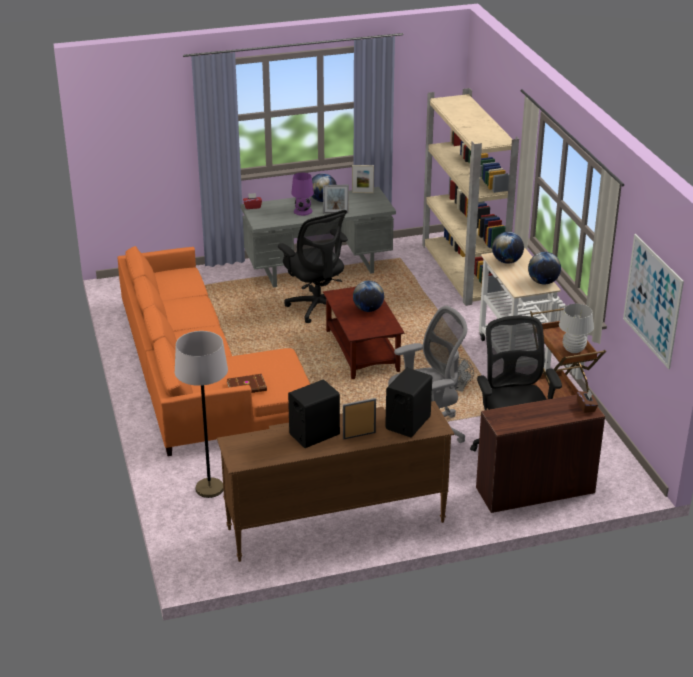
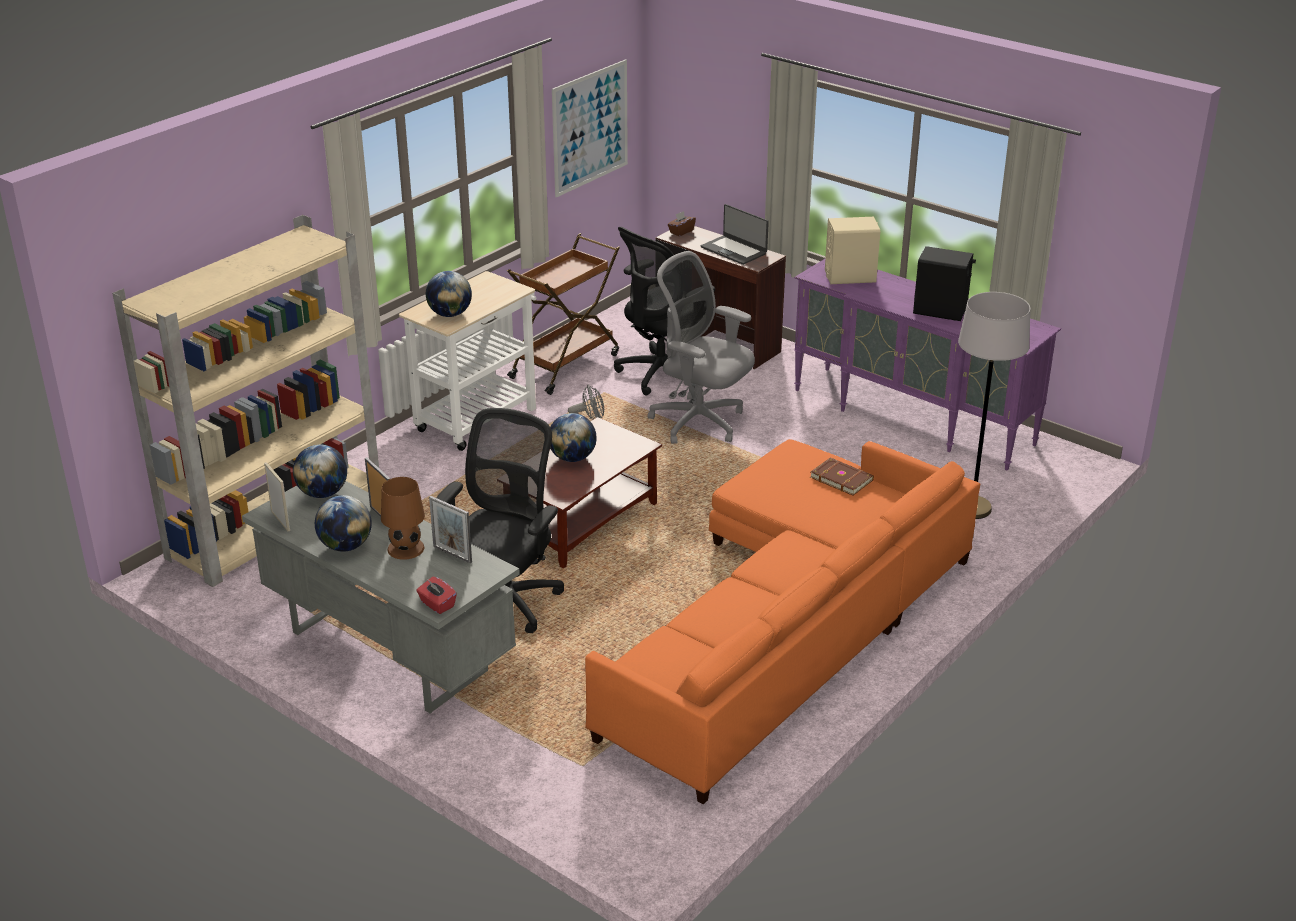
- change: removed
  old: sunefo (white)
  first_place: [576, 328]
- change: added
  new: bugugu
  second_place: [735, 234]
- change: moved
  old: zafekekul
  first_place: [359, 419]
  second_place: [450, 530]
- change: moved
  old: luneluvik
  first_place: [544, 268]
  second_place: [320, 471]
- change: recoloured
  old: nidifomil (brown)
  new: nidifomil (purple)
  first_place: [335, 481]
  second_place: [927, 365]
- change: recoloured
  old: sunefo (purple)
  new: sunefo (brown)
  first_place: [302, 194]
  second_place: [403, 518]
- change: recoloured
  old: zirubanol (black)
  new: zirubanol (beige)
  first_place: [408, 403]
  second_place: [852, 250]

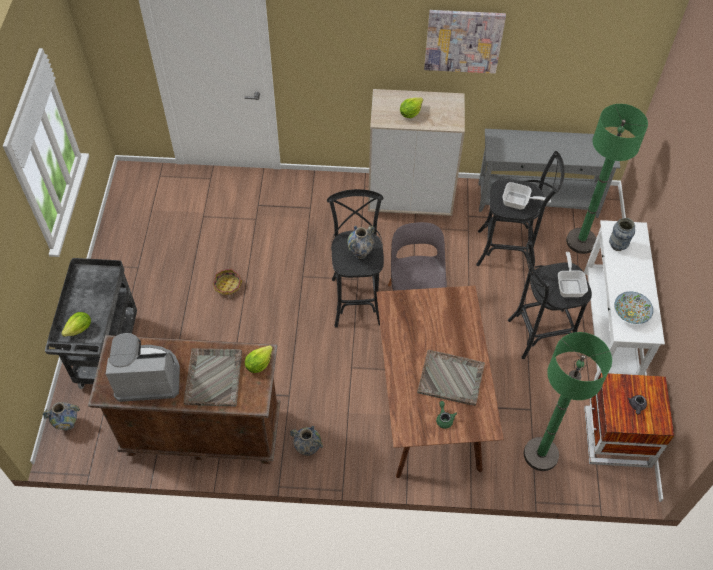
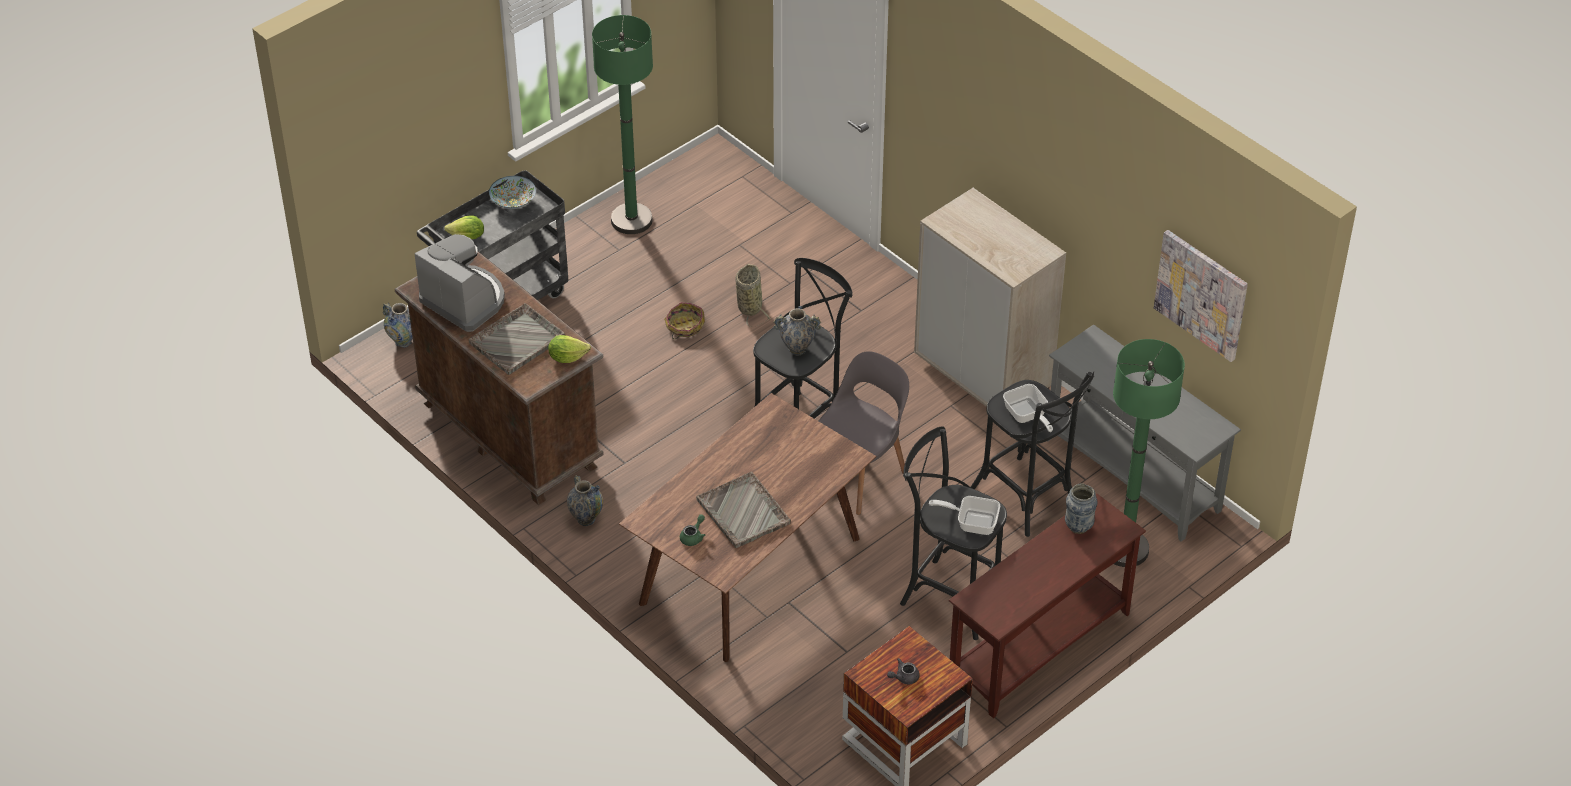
- change: removed
  old: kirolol
  first_place: [411, 107]
- change: added
  new: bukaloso
  second_place: [752, 295]
- change: moved
  old: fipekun
  first_place: [465, 41]
  second_place: [1201, 296]
- change: moved
  old: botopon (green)
  first_place: [568, 401]
  second_place: [622, 124]
- change: moved
  old: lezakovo
  first_place: [633, 308]
  second_place: [512, 192]
- change: recoloured
  old: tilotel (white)
  new: tilotel (brown)
  first_place: [624, 300]
  second_place: [1047, 605]
- change: turned
  old: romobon
  first_place: [573, 274]
  second_place: [964, 515]
  degrees: -120

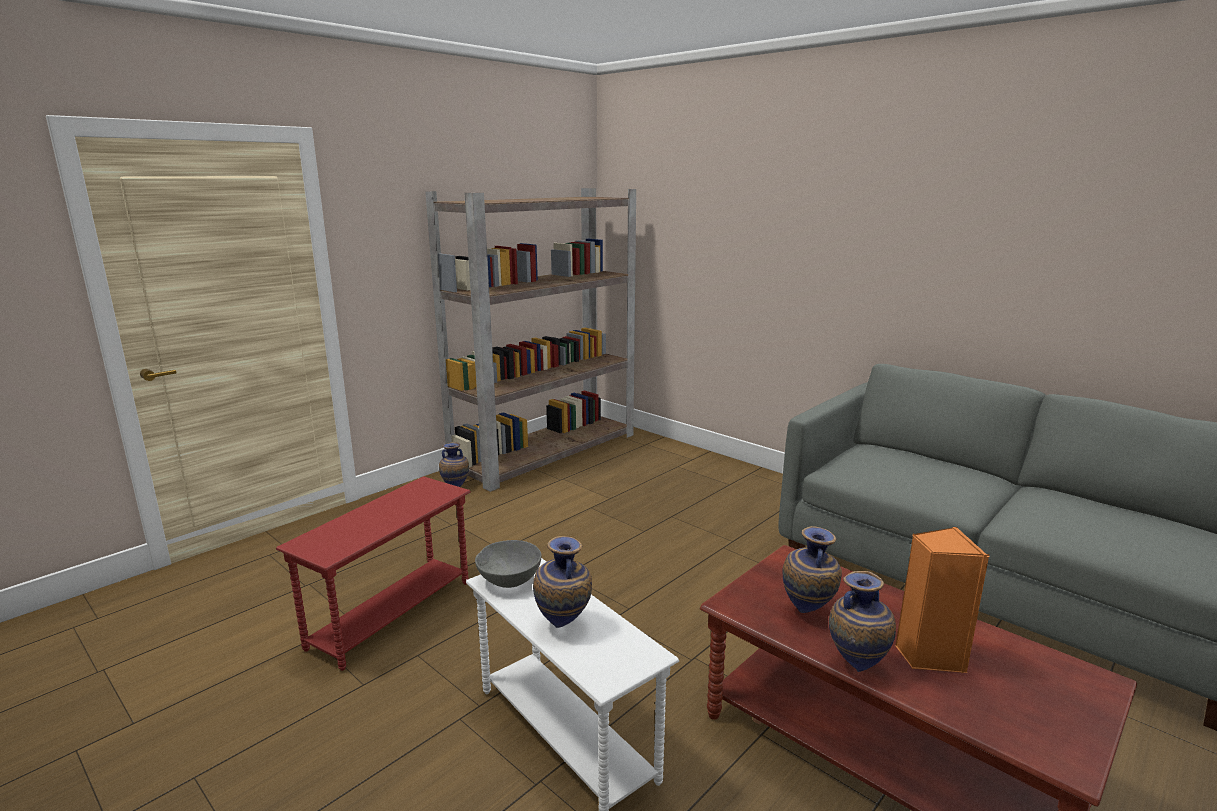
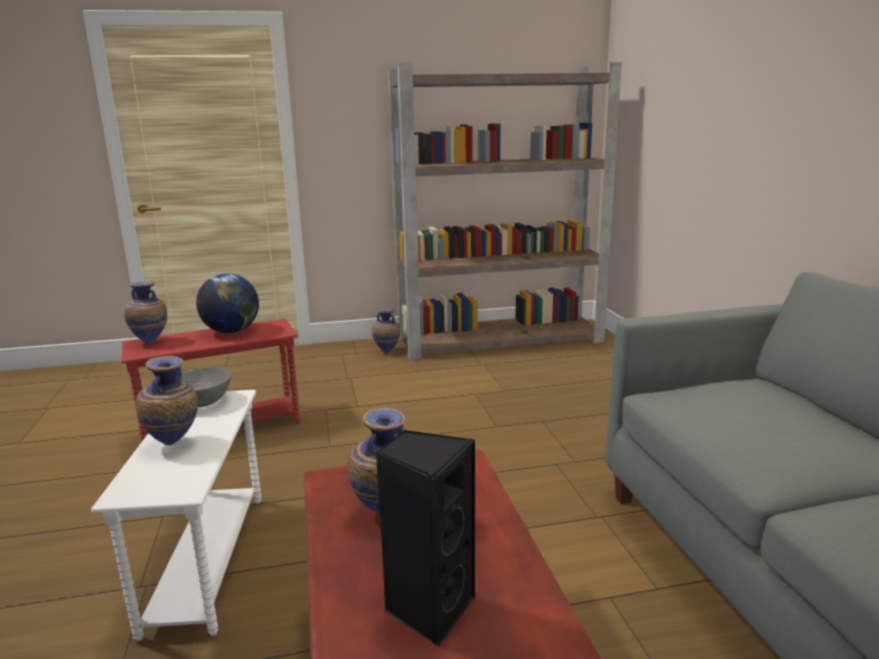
- change: added
  new: luneluvik
  second_place: [227, 303]
- change: moved
  old: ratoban
  first_place: [862, 621]
  second_place: [145, 312]
- change: recoloured
  old: zirubanol (orange)
  new: zirubanol (black)
  first_place: [942, 600]
  second_place: [425, 538]

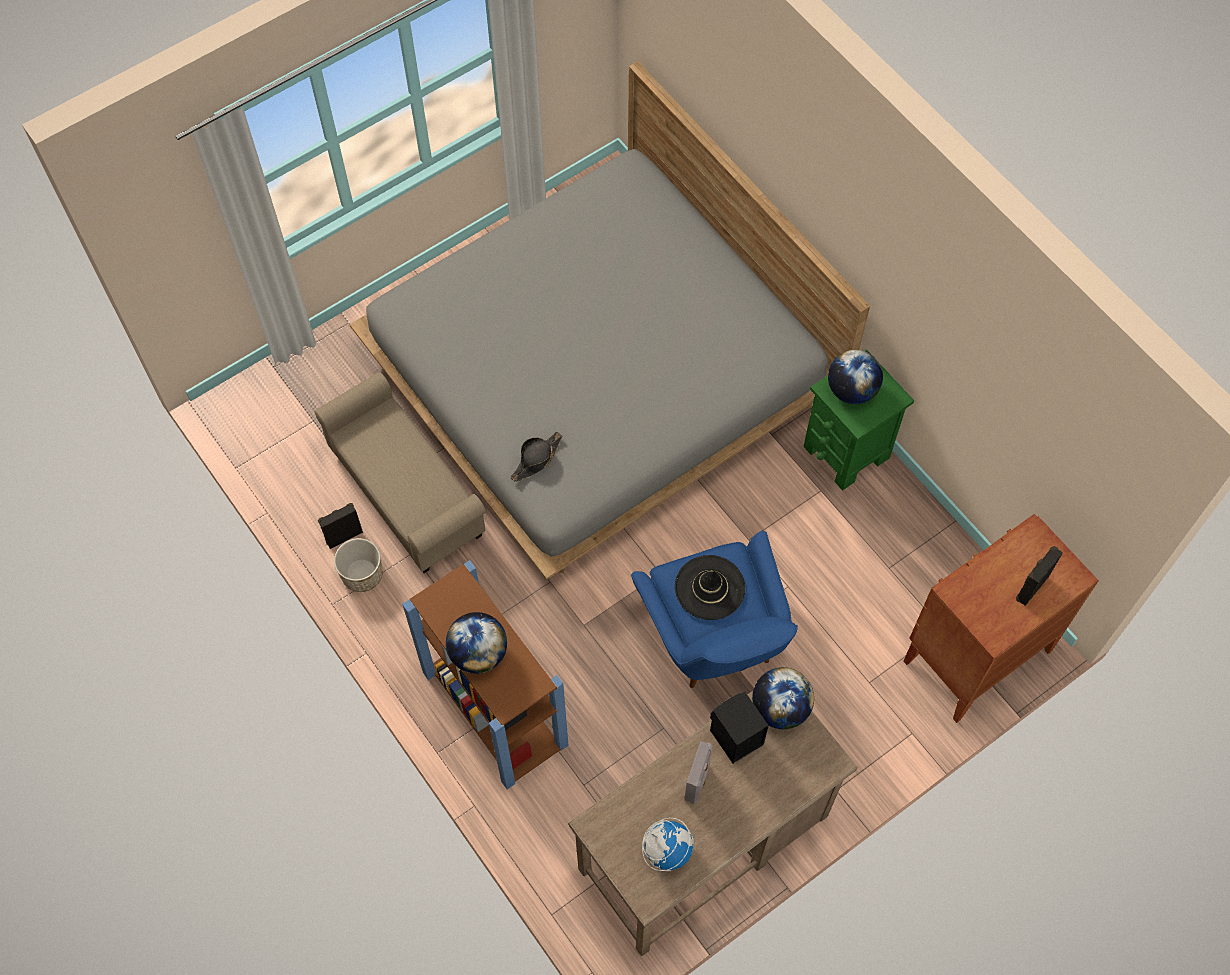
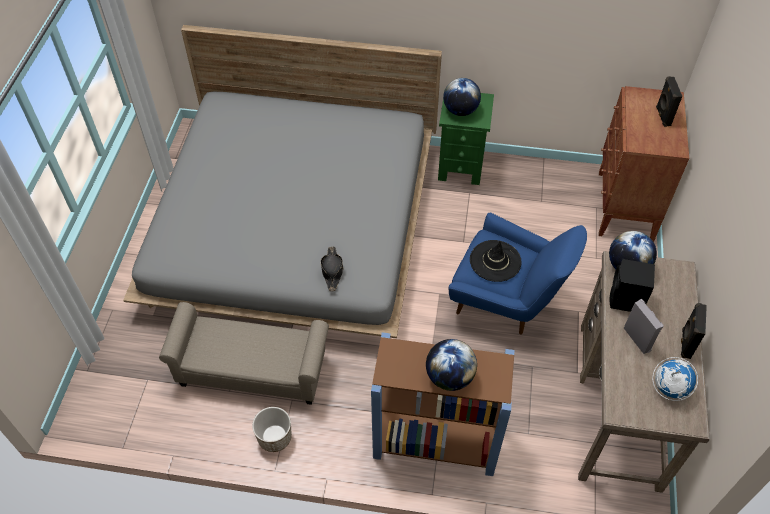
- change: moved
  old: zirubanol (black)
  first_place: [340, 526]
  second_place: [694, 331]

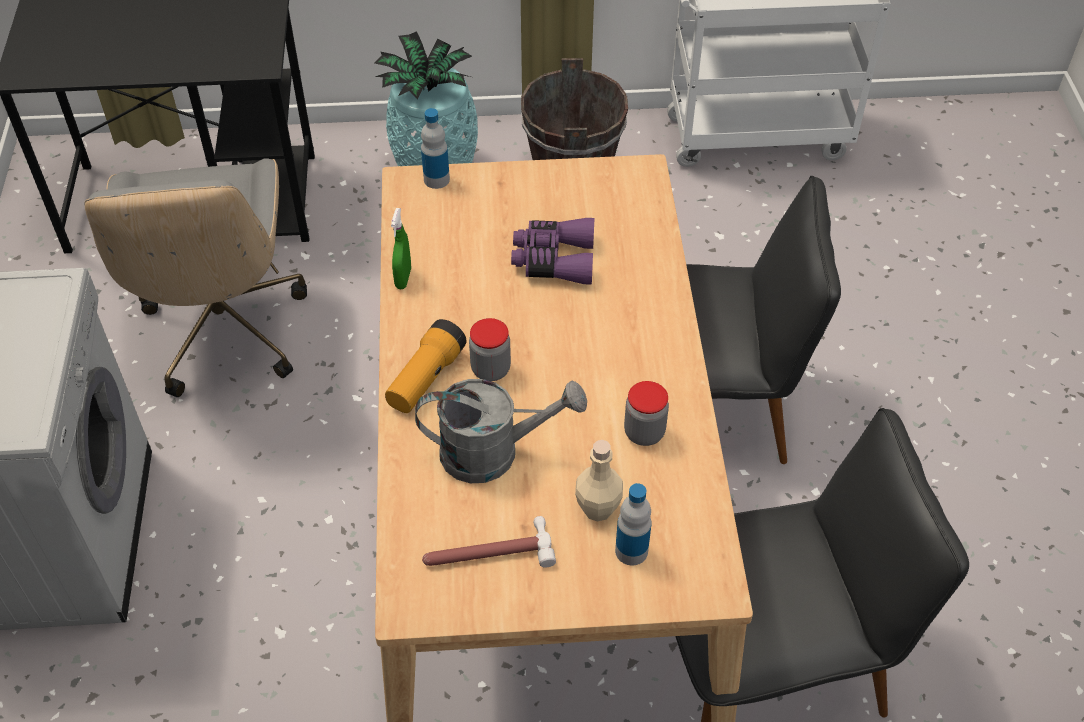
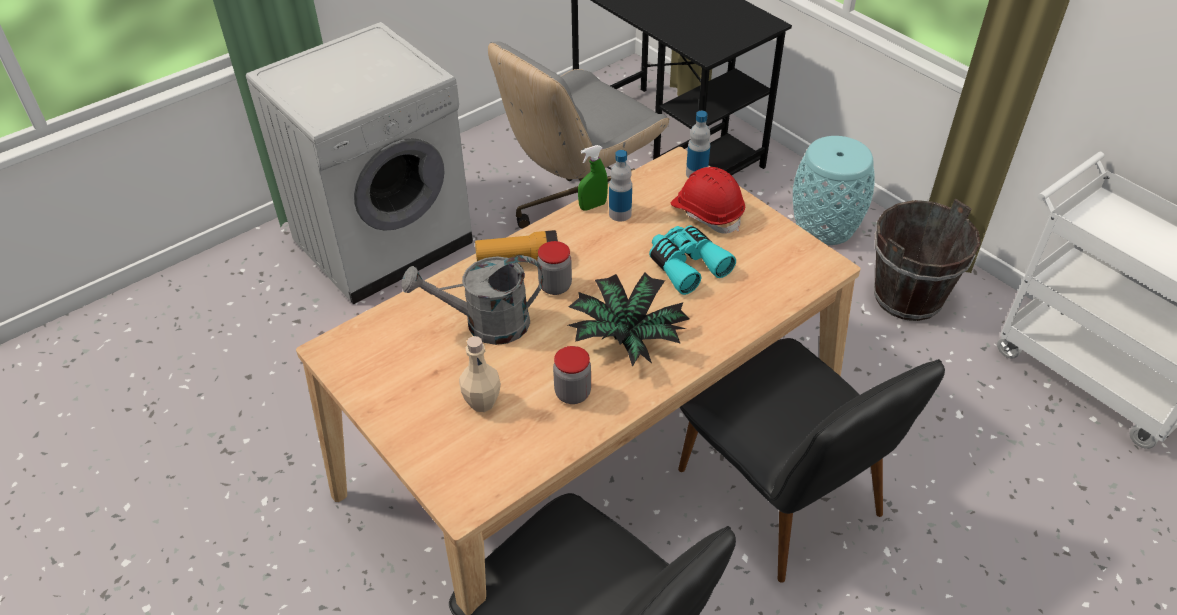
- change: removed
  old: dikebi
  first_place: [489, 542]
- change: added
  new: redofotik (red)
  second_place: [708, 200]
- change: moved
  old: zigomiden
  first_place: [423, 65]
  second_place: [629, 320]
- change: moved
  old: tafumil
  first_place: [633, 524]
  second_place: [620, 185]
- change: recoloured
  old: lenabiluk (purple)
  new: lenabiluk (turquoise)
  first_place: [552, 251]
  second_place: [692, 260]
- change: turned
  old: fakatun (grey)
  first_place: [501, 431]
  second_place: [472, 300]
  degrees: 120

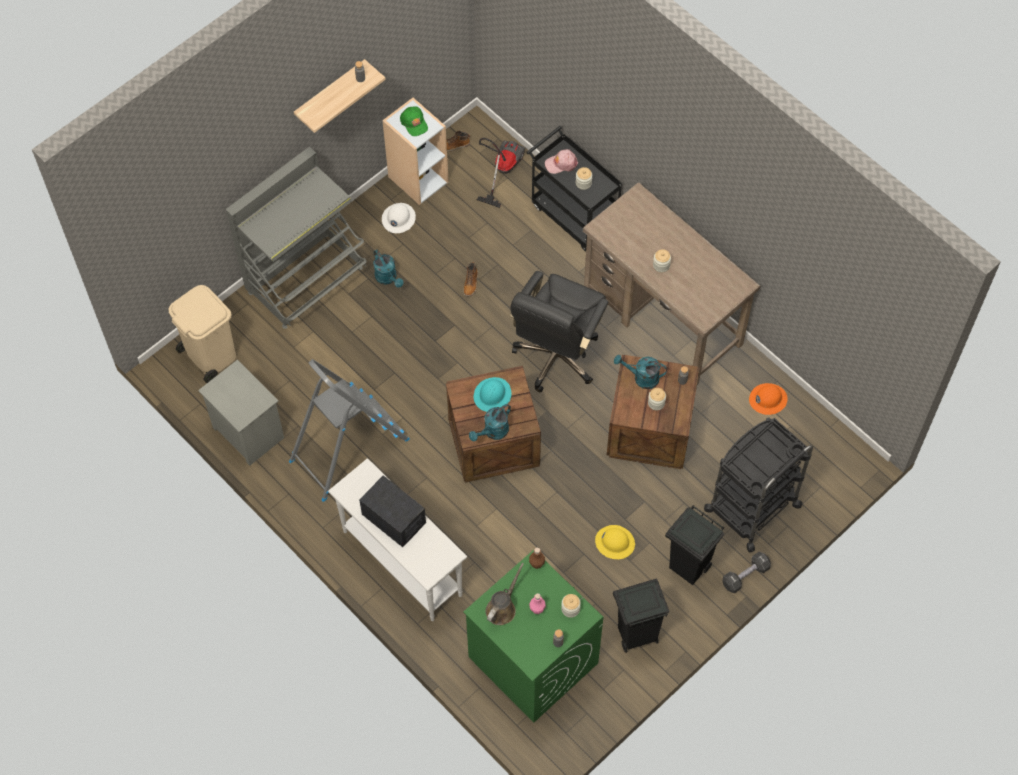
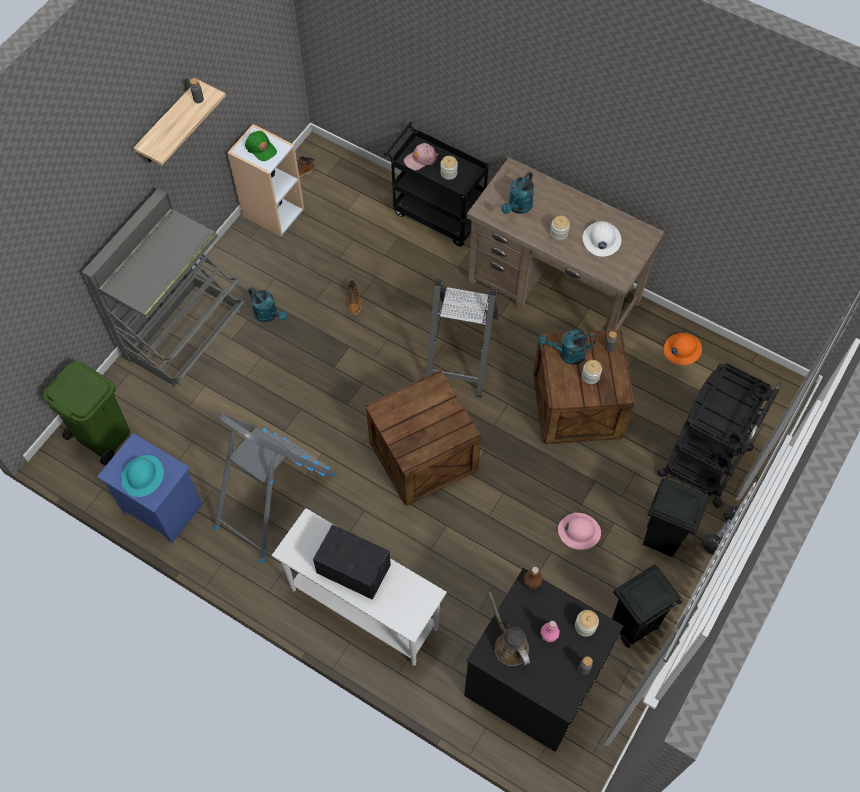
- change: removed
  old: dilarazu
  first_place: [501, 173]
- change: moved
  old: redofotik (white)
  first_place: [399, 218]
  second_place: [602, 239]
- change: moved
  old: fakatun (turquoise)
  first_place: [490, 422]
  second_place: [517, 193]
- change: moved
  old: redofotik (turquoise)
  first_place: [493, 394]
  second_place: [142, 476]
- change: replaced
  old: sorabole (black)
  new: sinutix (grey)
  first_place: [559, 331]
  second_place: [462, 338]
- change: recoloured
  old: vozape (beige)
  new: vozape (green)
  first_place: [202, 334]
  second_place: [86, 413]
- change: recoloured
  old: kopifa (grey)
  new: kopifa (blue)
  first_place: [241, 413]
  second_place: [149, 488]
- change: recoloured
  old: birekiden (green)
  new: birekiden (black)
  first_place: [533, 636]
  second_place: [543, 660]
- change: recoloured
  old: redofotik (yellow)
  new: redofotik (pink)
  first_place: [615, 542]
  second_place: [579, 531]
- change: turned
  old: fakatun (brown)
  first_place: [505, 594]
  second_place: [509, 629]
  degrees: -45

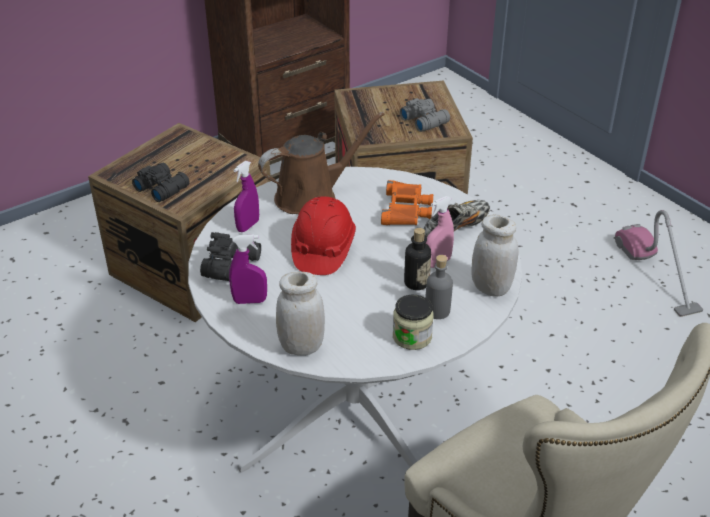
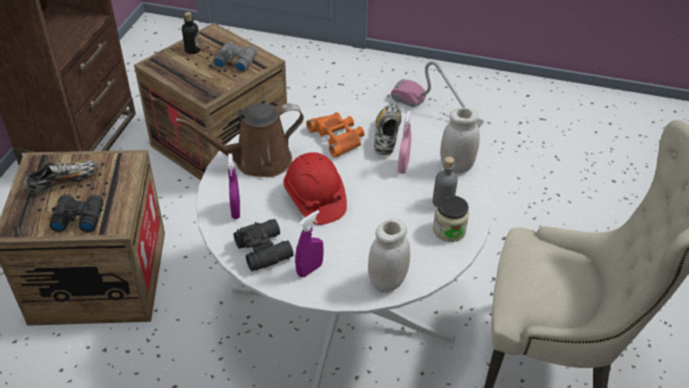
- change: added
  new: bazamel
  second_place: [61, 177]
- change: moved
  old: tafumil
  first_place: [417, 259]
  second_place: [191, 33]
- change: turned
  old: fakatun (brown)
  first_place: [321, 163]
  second_place: [239, 140]
  degrees: -135

